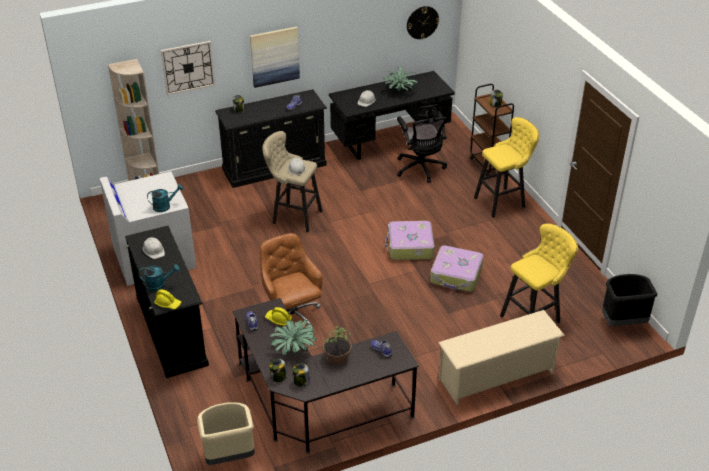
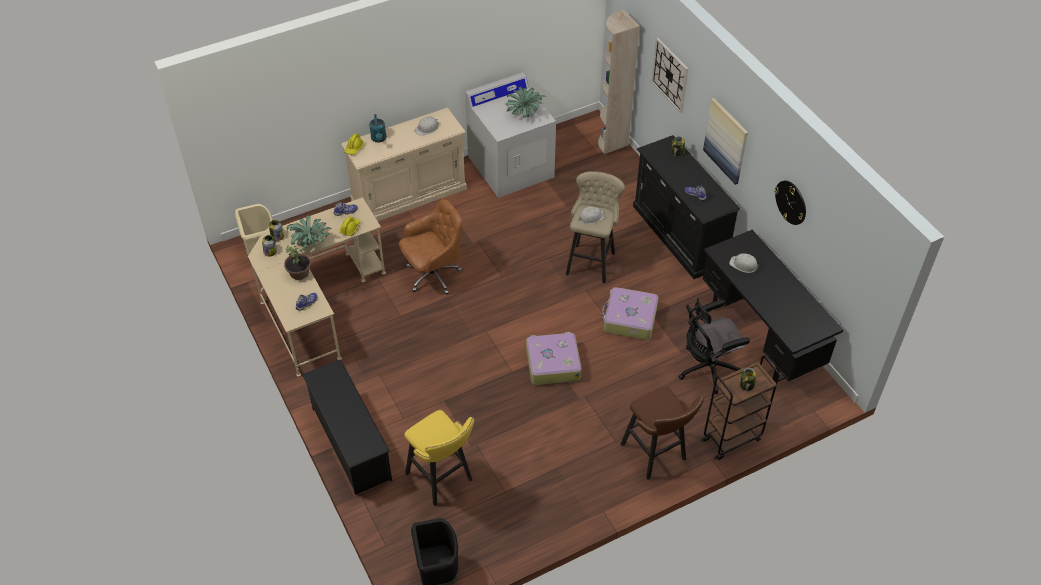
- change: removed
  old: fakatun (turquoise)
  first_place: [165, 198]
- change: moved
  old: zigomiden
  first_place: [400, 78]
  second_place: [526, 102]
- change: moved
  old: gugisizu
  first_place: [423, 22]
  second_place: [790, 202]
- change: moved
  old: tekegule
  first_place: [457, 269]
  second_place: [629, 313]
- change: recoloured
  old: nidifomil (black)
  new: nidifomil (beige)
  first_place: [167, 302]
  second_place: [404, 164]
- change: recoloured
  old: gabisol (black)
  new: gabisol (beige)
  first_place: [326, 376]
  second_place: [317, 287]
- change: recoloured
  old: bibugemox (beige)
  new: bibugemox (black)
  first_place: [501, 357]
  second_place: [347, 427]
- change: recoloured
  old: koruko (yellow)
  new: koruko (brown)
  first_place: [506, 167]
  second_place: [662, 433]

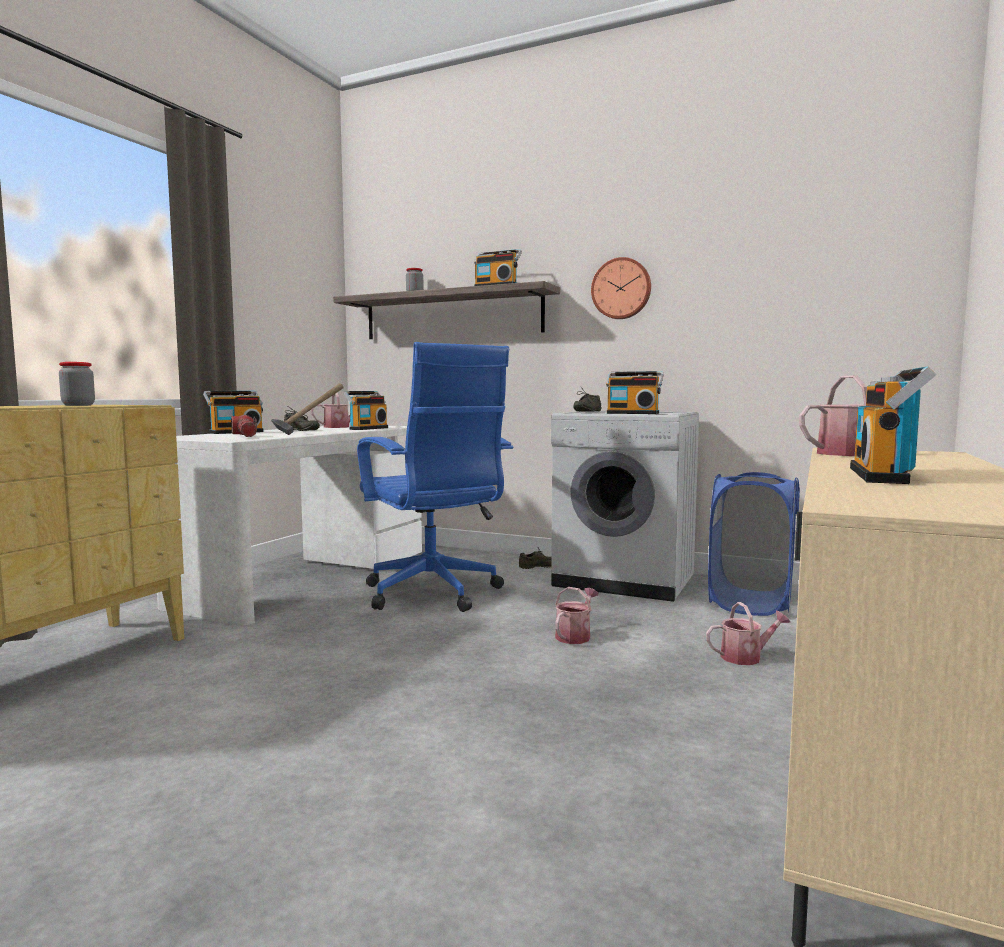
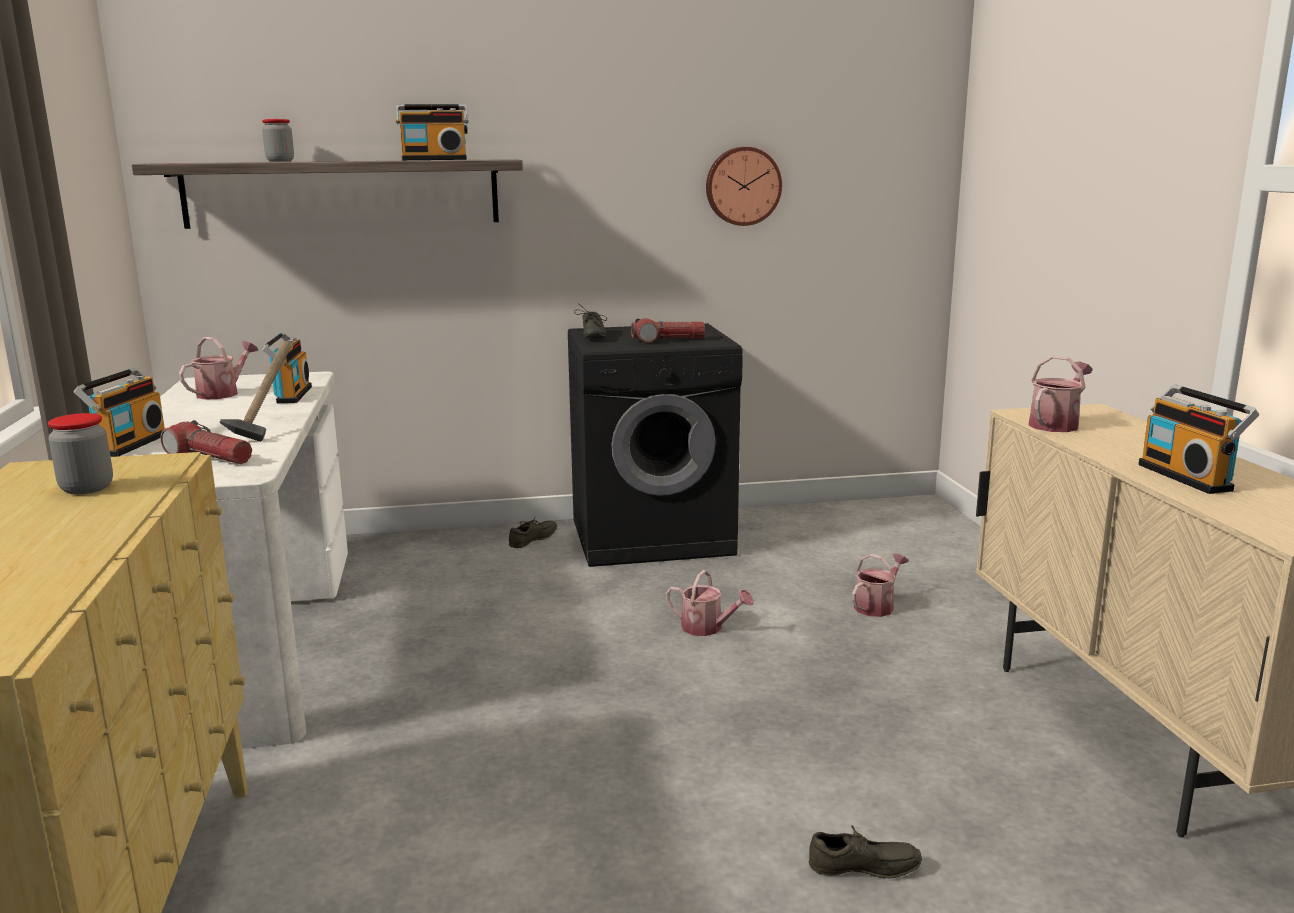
- change: removed
  old: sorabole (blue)
  first_place: [435, 477]
- change: removed
  old: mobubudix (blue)
  first_place: [754, 544]
- change: moved
  old: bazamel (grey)
  first_place: [302, 418]
  second_place: [865, 851]
- change: moved
  old: gugisizu
  first_place: [621, 288]
  second_place: [744, 186]
- change: replaced
  old: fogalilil
  new: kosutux
  first_place: [634, 392]
  second_place: [668, 330]
- change: recoloured
  old: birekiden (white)
  new: birekiden (black)
  first_place: [625, 506]
  second_place: [655, 445]
- change: turned
  old: fakatun
  first_place: [576, 615]
  second_place: [710, 603]
  degrees: 120

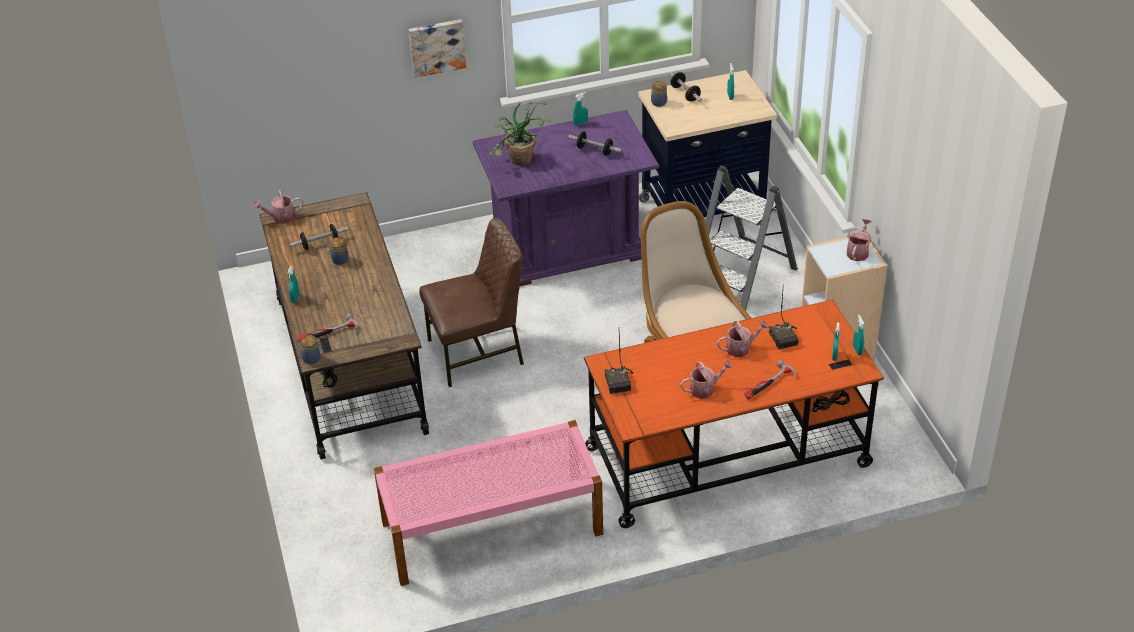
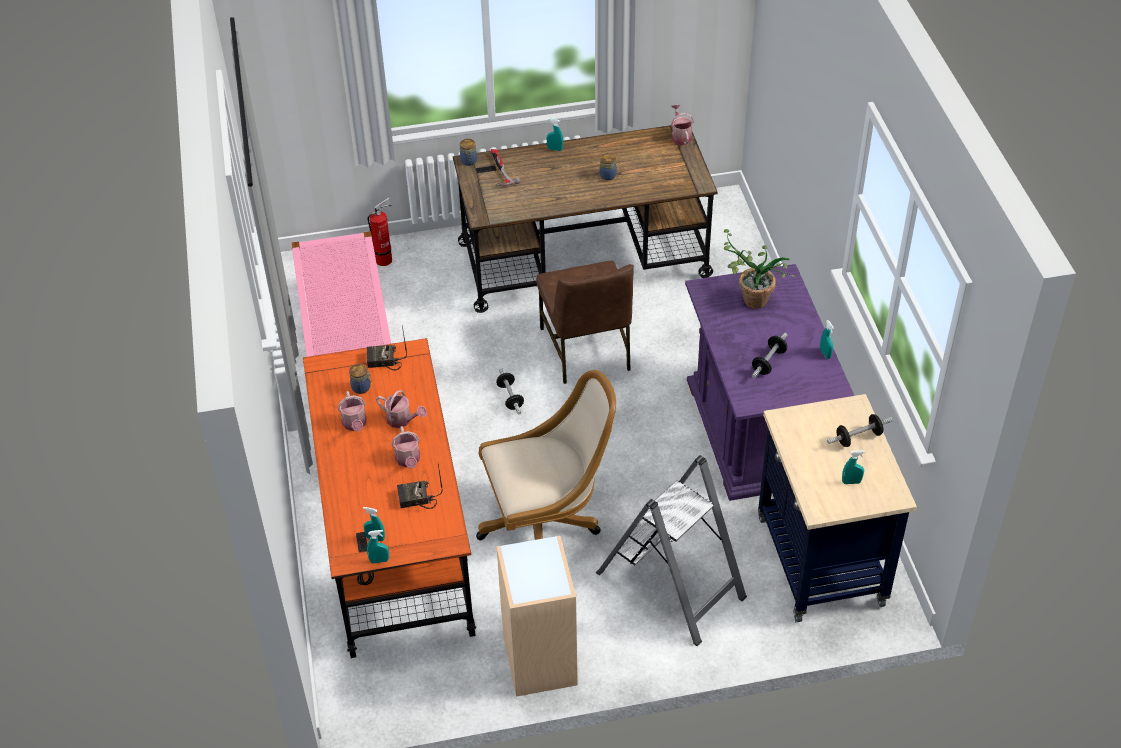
- change: removed
  old: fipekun
  first_place: [437, 48]
- change: removed
  old: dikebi
  first_place: [770, 380]
- change: added
  new: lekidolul
  second_place: [379, 231]
- change: moved
  old: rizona
  first_place: [319, 237]
  second_place: [510, 391]
- change: moved
  old: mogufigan
  first_place: [659, 94]
  second_place: [360, 379]
- change: moved
  old: fakatun
  first_place: [859, 240]
  second_place: [401, 409]

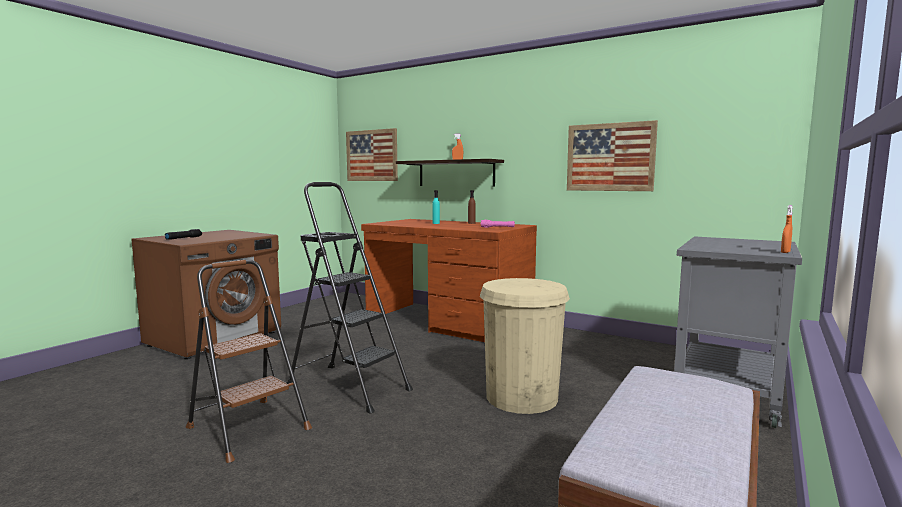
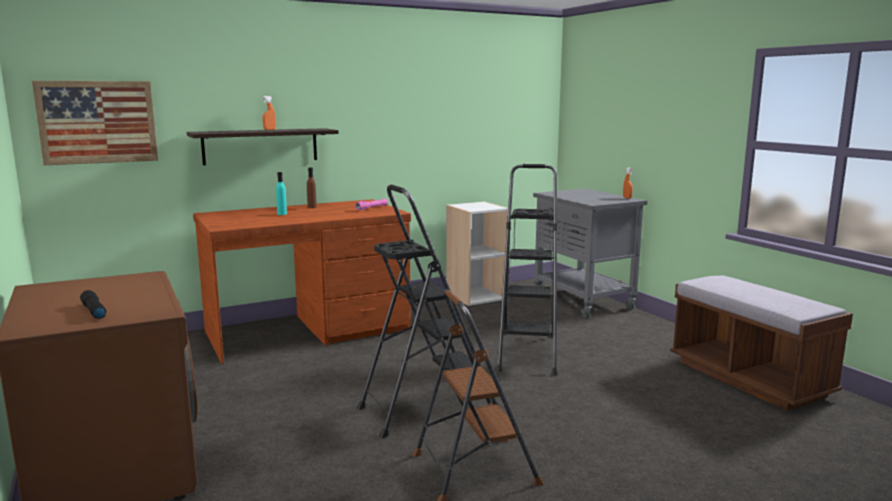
- change: removed
  old: fipekun
  first_place: [612, 155]
- change: added
  new: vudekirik
  second_place: [477, 254]
- change: replaced
  old: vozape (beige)
  new: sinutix
  first_place: [525, 346]
  second_place: [527, 269]

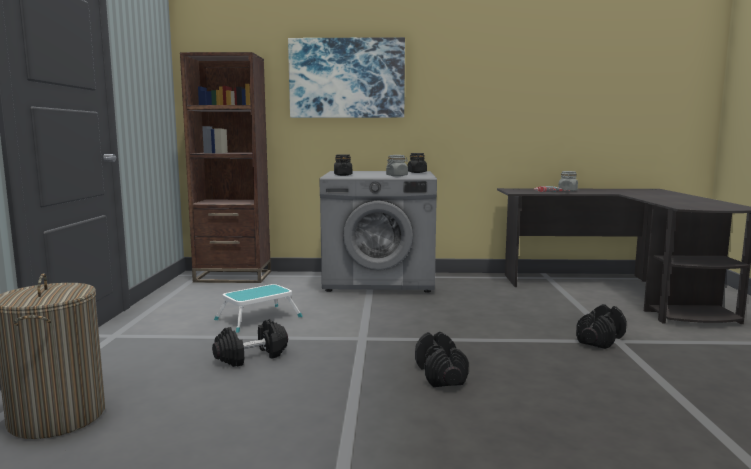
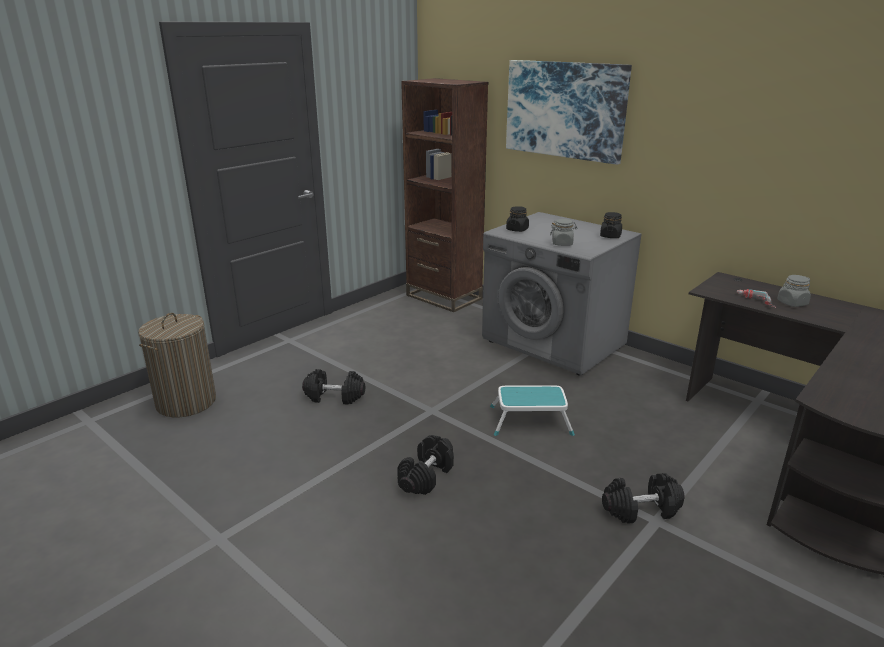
- change: moved
  old: sinutix (turquoise)
  first_place: [258, 308]
  second_place: [532, 410]

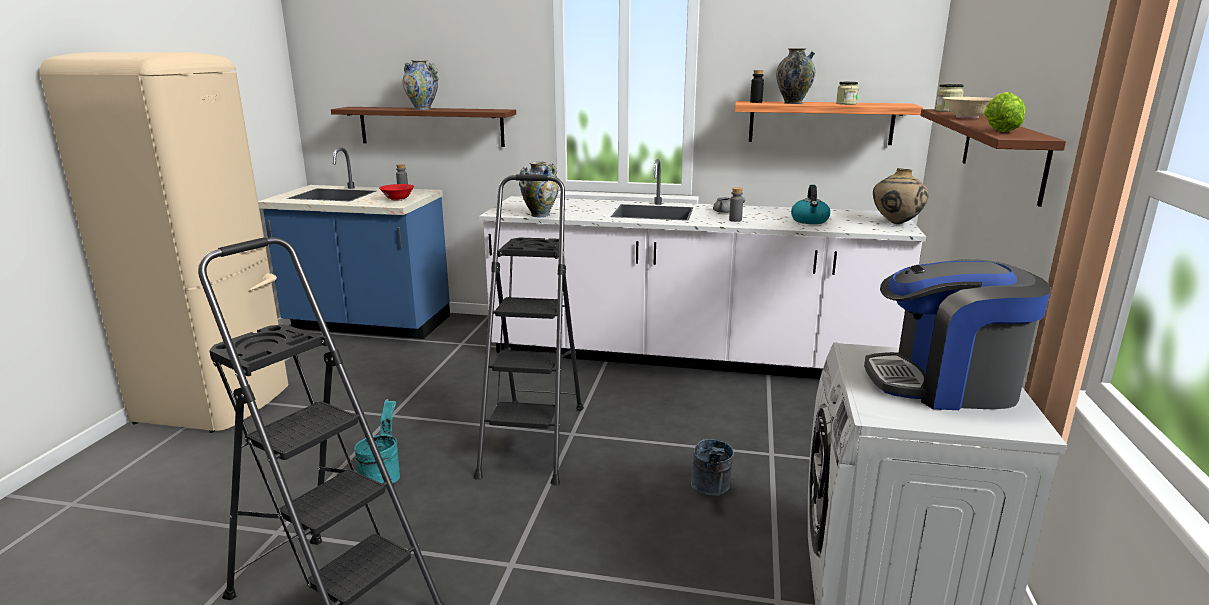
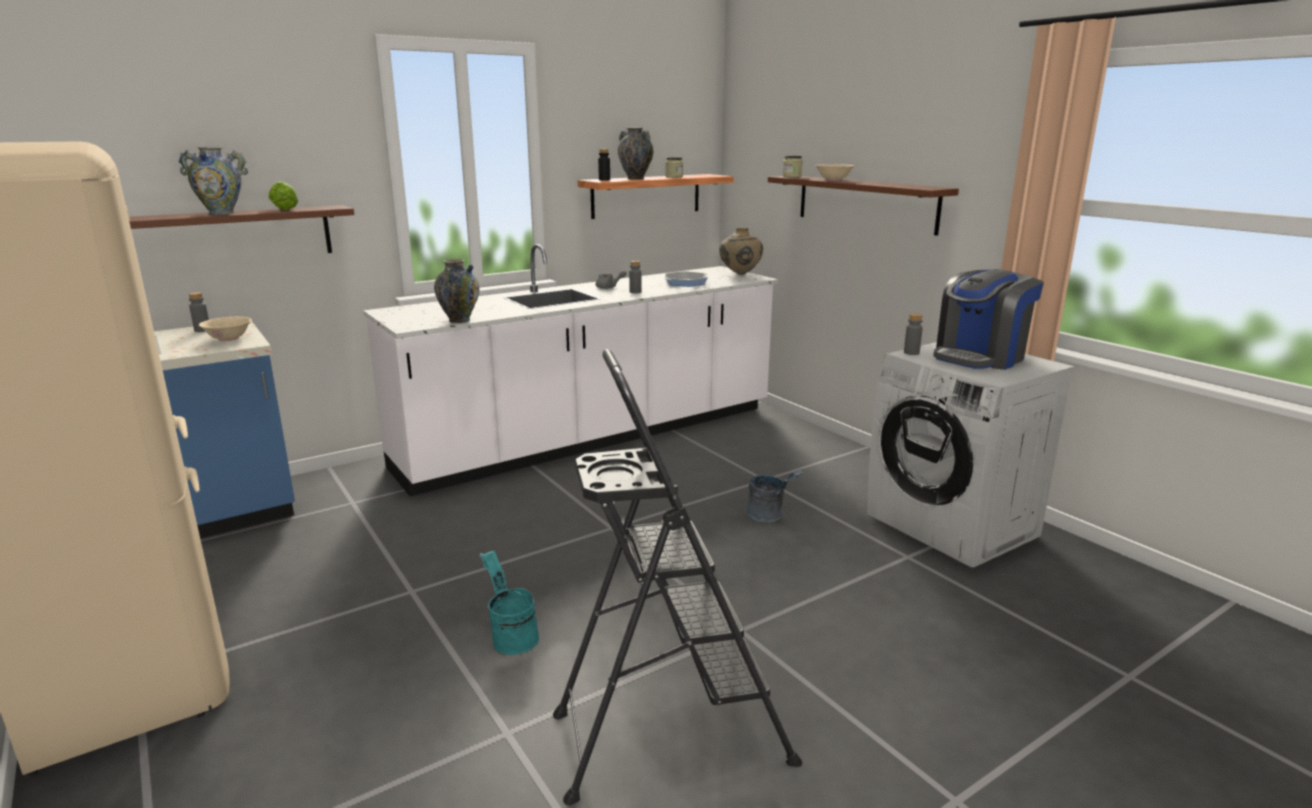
- change: removed
  old: sinutix
  first_place: [528, 329]
- change: added
  new: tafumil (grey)
  second_place: [913, 334]
- change: moved
  old: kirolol
  first_place: [1005, 112]
  second_place: [283, 195]
- change: replaced
  old: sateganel
  new: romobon
  first_place: [810, 204]
  second_place: [686, 279]
- change: recoloured
  old: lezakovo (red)
  new: lezakovo (beige)
  first_place: [396, 192]
  second_place: [225, 329]

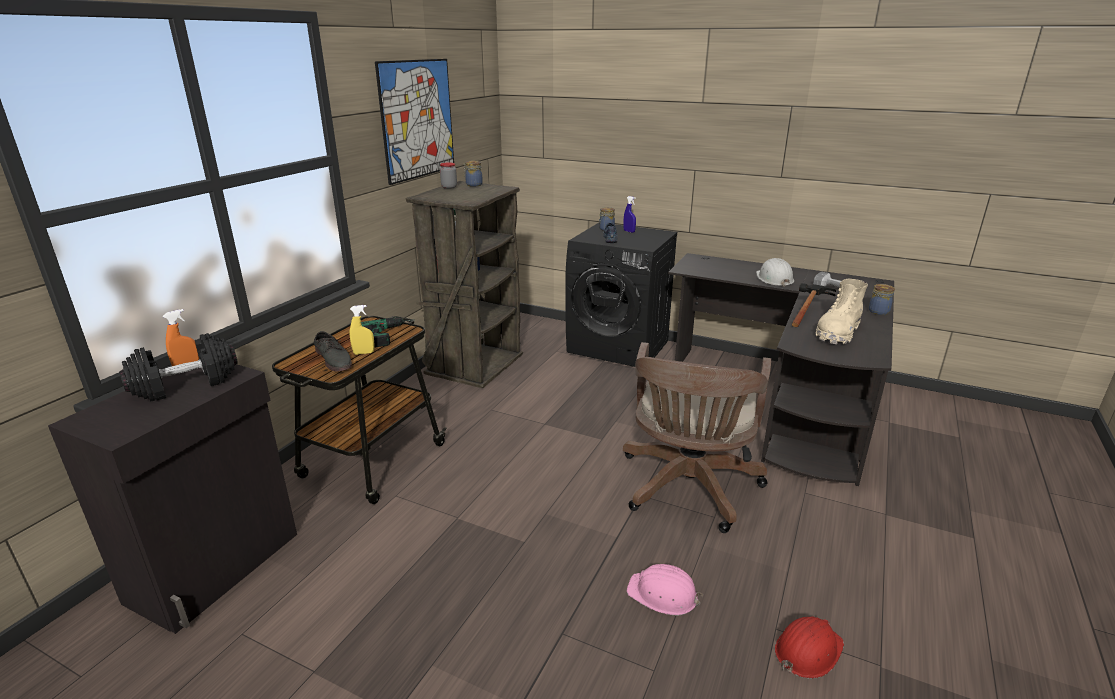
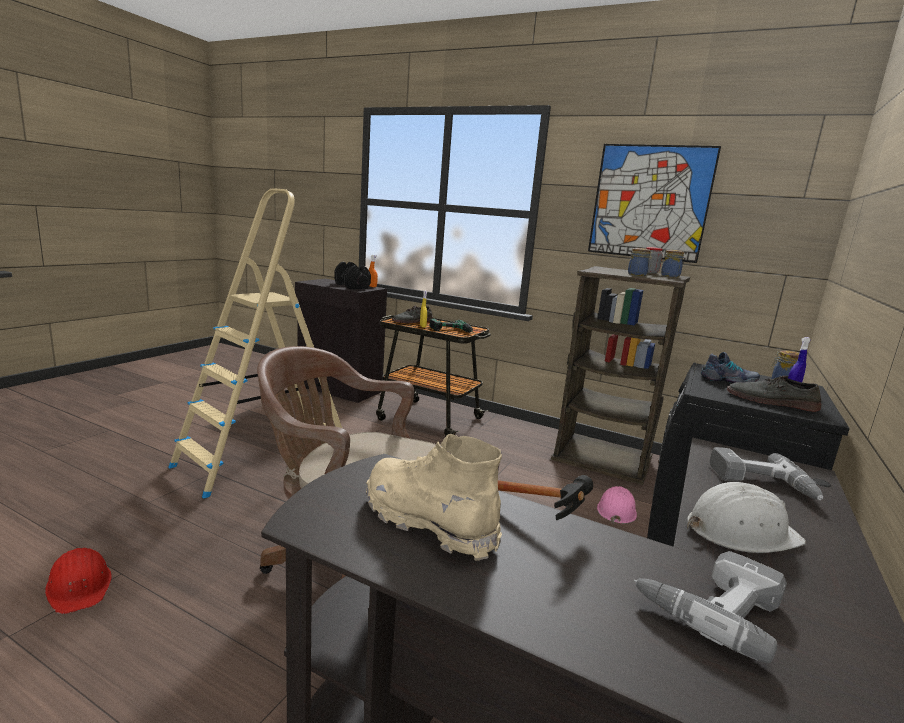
- change: added
  new: sinutix (beige)
  second_place: [255, 343]
- change: added
  new: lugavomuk
  second_place: [766, 473]
- change: added
  new: bazamel (grey)
  second_place: [774, 394]
- change: moved
  old: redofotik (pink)
  first_place: [665, 589]
  second_place: [617, 505]
- change: moved
  old: mogufigan
  first_place: [882, 299]
  second_place: [640, 262]

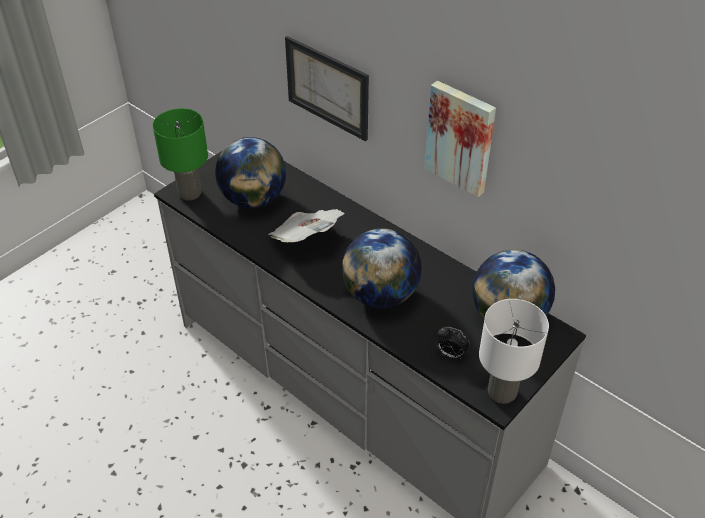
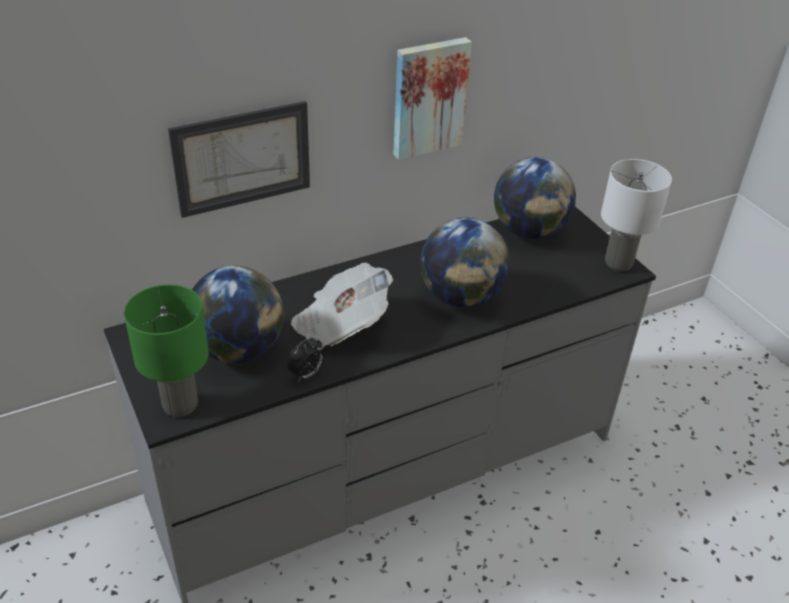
- change: moved
  old: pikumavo
  first_place: [453, 343]
  second_place: [305, 359]

